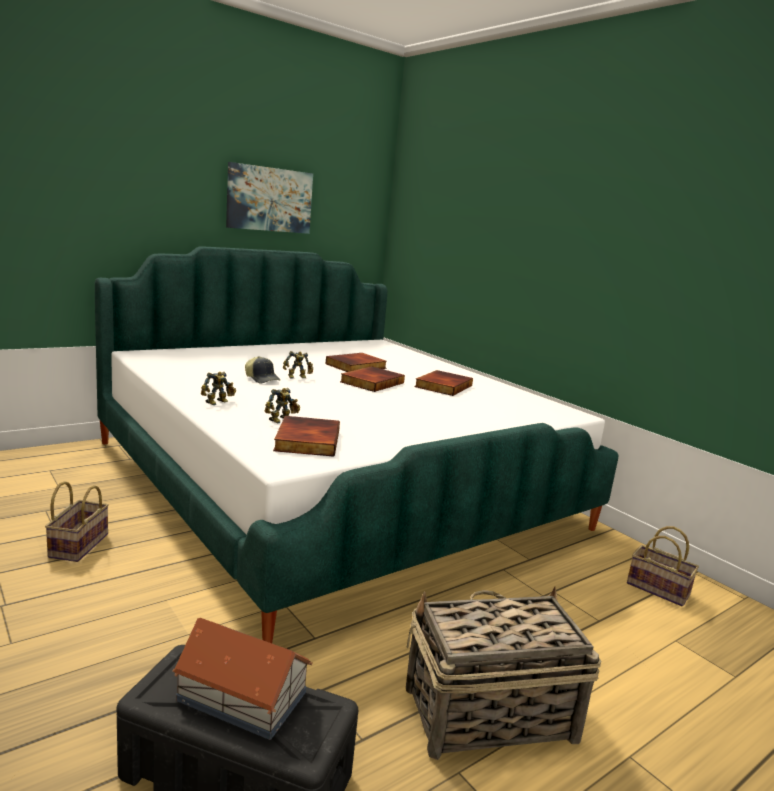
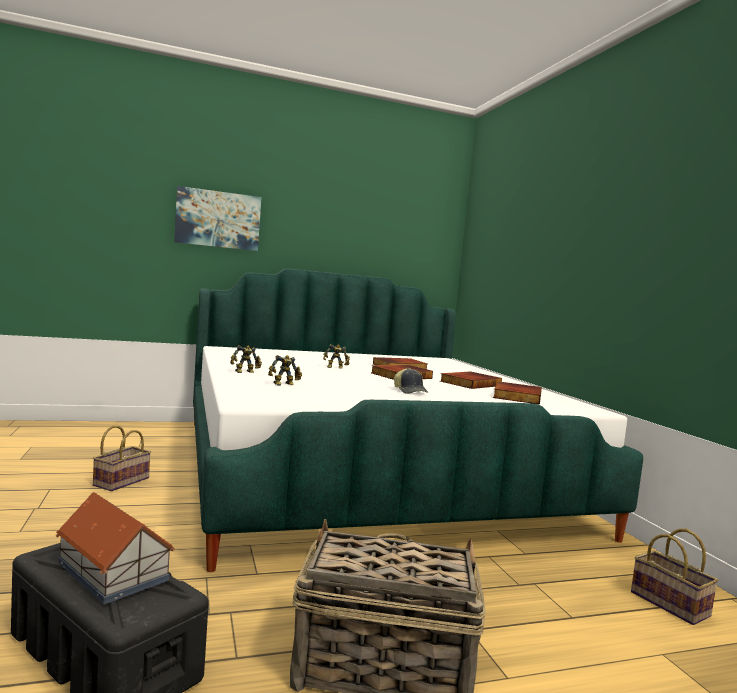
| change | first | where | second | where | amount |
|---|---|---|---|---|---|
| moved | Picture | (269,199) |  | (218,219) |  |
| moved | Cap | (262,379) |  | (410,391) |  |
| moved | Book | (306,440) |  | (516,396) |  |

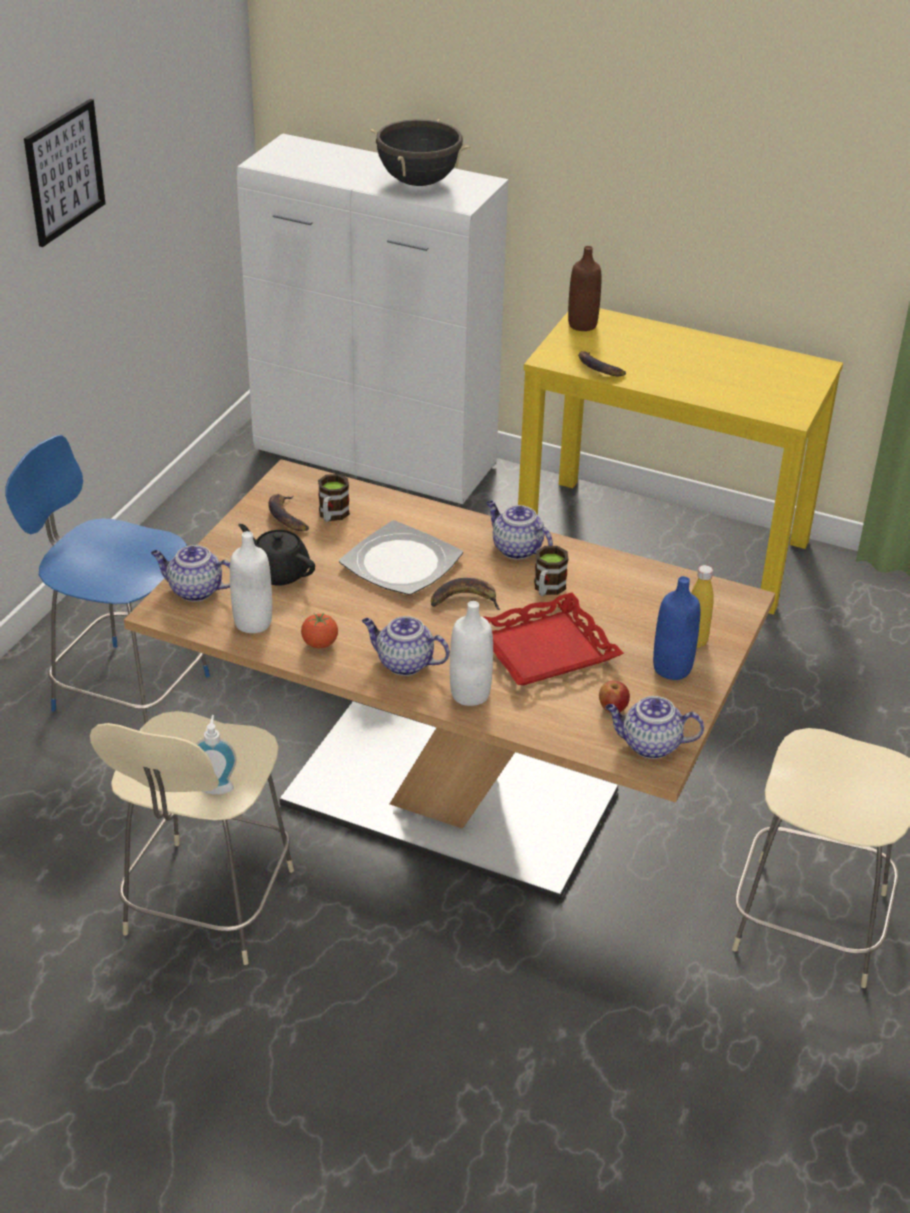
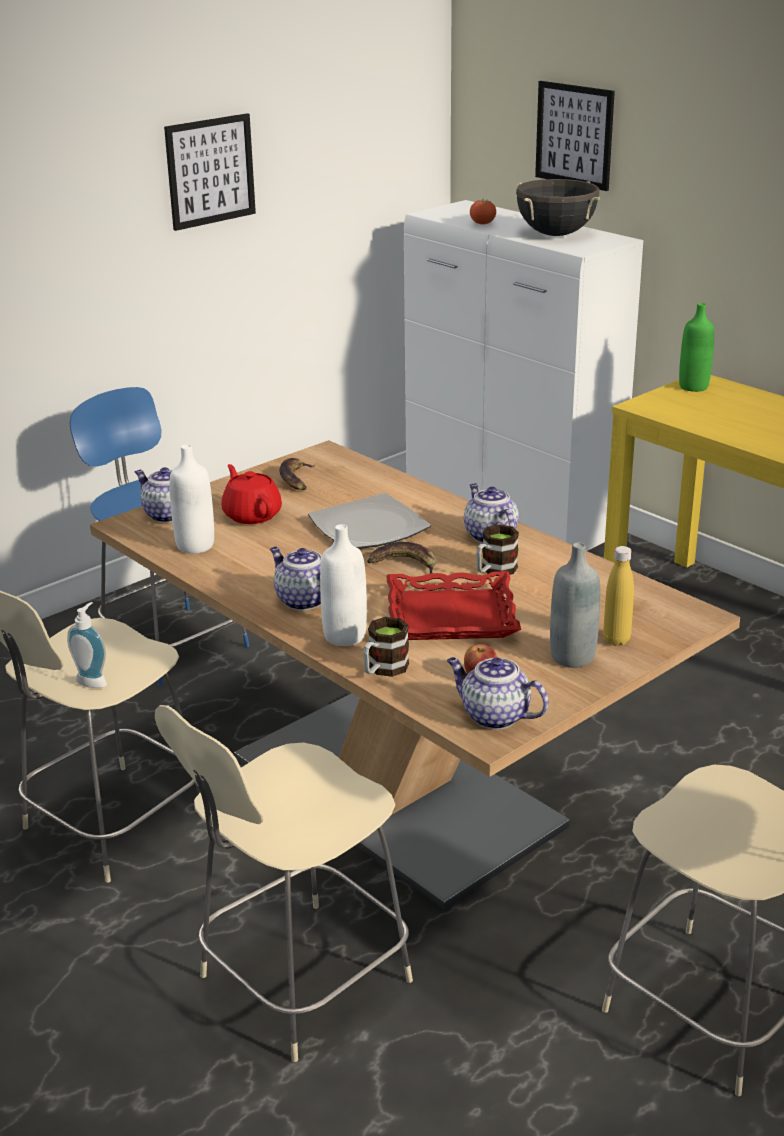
| change | first | where | second | where | amount |
|---|---|---|---|---|---|
| recoloured | BlackTeapot | (278,572) | RedTeapot | (252,515) |  |
| moved | Tomato | (320,644) |  | (482,224) |  |
| moved | Mug | (332,516) |  | (383,669) |  |
| recoloured | BrownBottle | (582,325) | GreenBottle | (693,387) |  |
| removed | Banana | (598,368) |  |  |  |
| recoloured | BlueBottle | (672,668) | GreyBottle | (572,657) |  |
| added |  |  | BeigeStool | (299,982) |  |
| added |  |  | Picture | (574,135) |  |

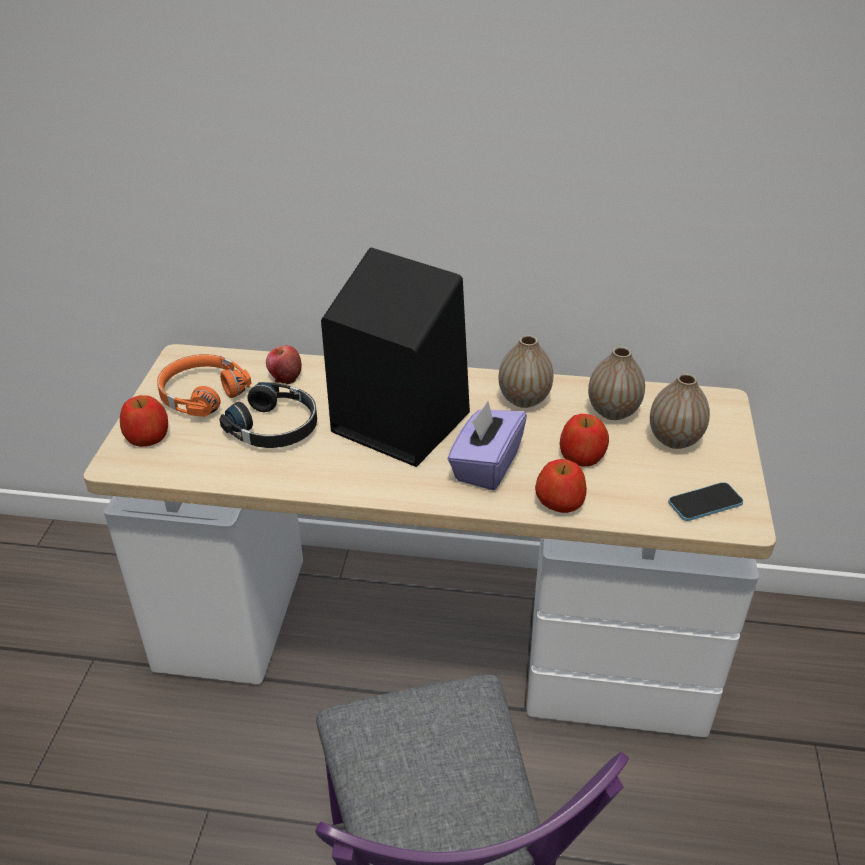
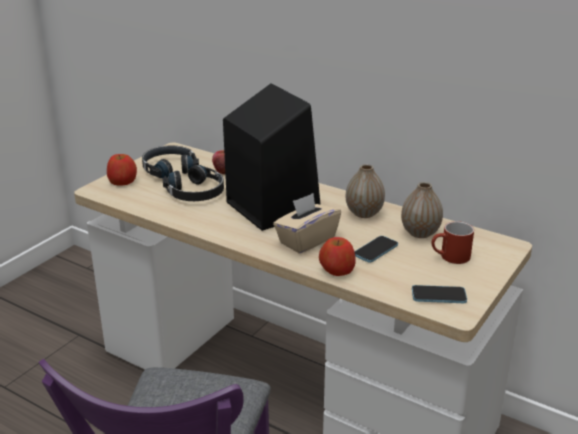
| change | first | where | second | where | amount |
|---|---|---|---|---|---|
| recoloured | OrangeHeadphones | (201,394) | BlackHeadphones | (169,168) |  |
| recoloured | PurpleTissueBox | (486,465) | BeigeTissueBox | (306,240) |  |
| replaced | Apple | (582,455) | Phone | (375,250) |  |
| replaced | Vase | (674,439) | RedMug | (450,257) |  |

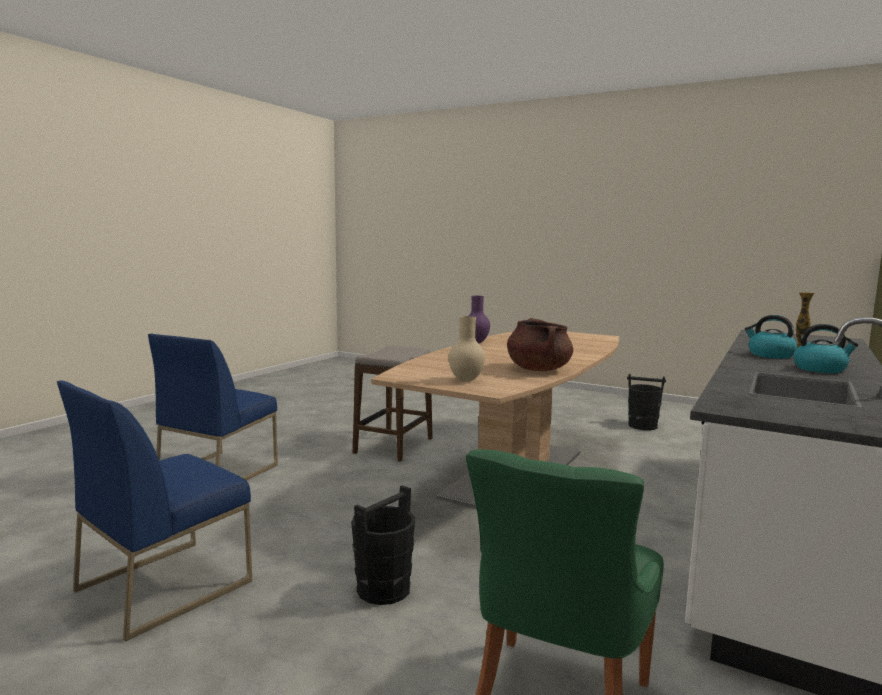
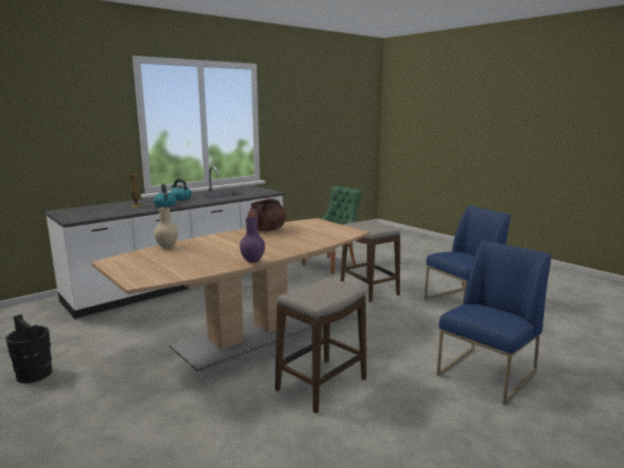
| change | first | where | second | where | amount |
|---|---|---|---|---|---|
| replaced | BlackBucket | (383,589) | Stool | (369,290) |  |
| moved | BeigeVase | (465,380) |  | (168,247) |  |

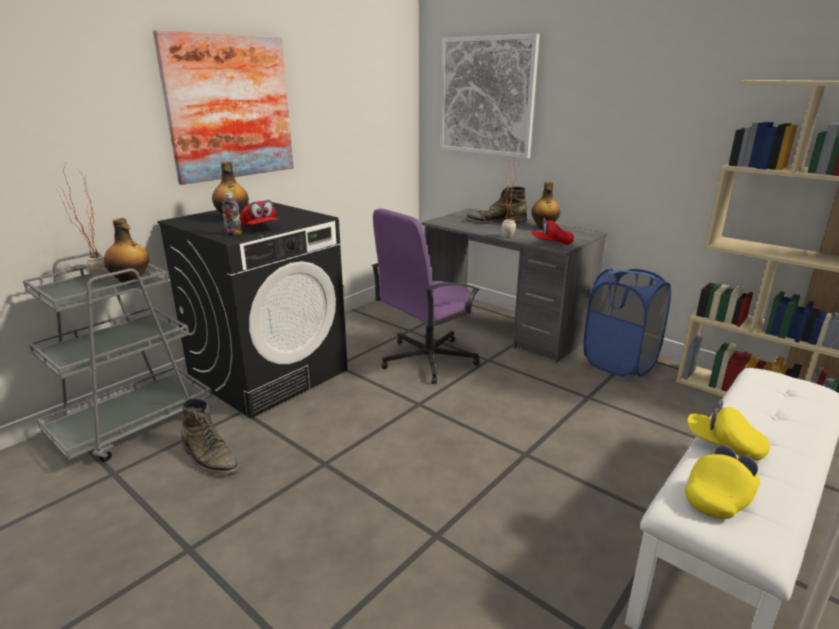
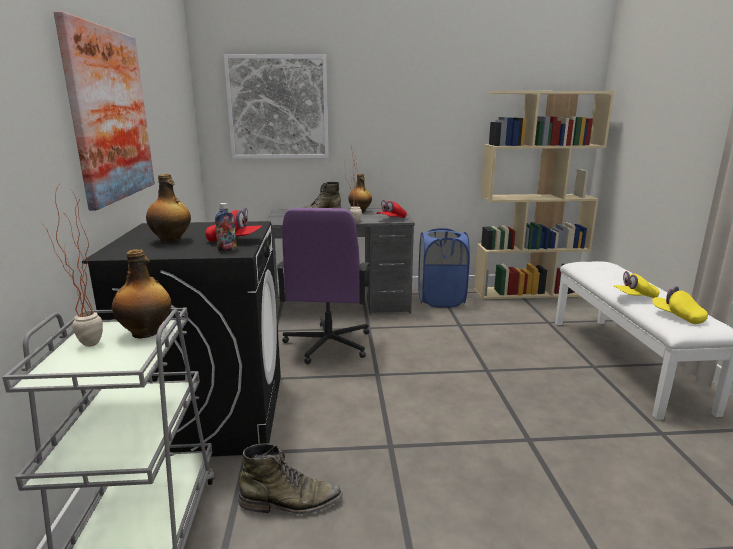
| change | first | where | second | where | amount |
|---|---|---|---|---|---|
| turned | YellowCap | (719,497) |  | (677,316) | 45 degrees counterclockwise |

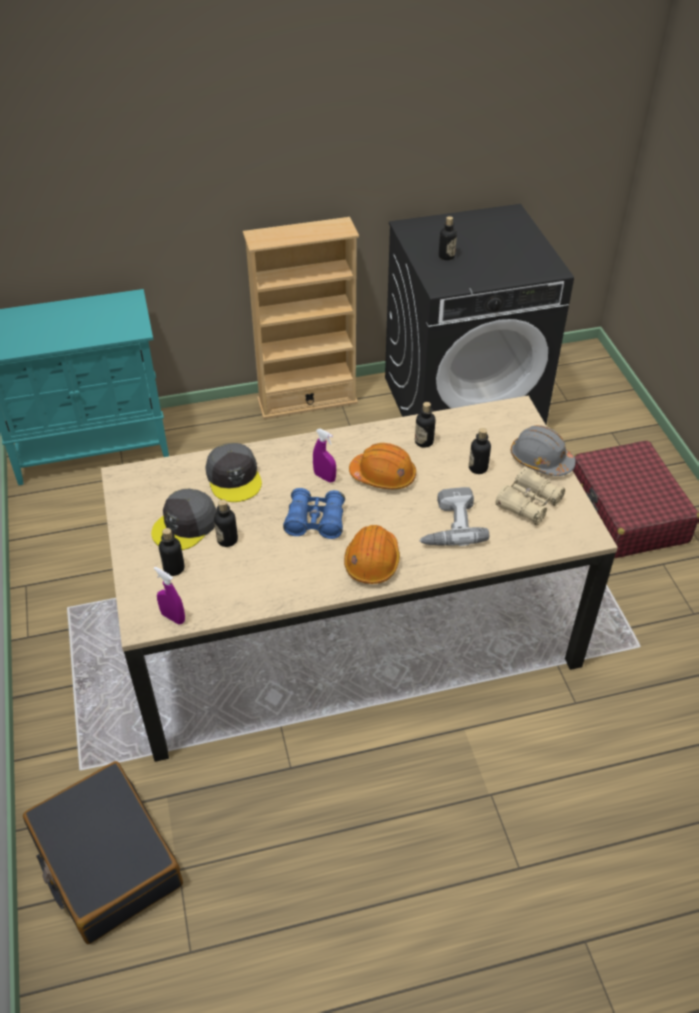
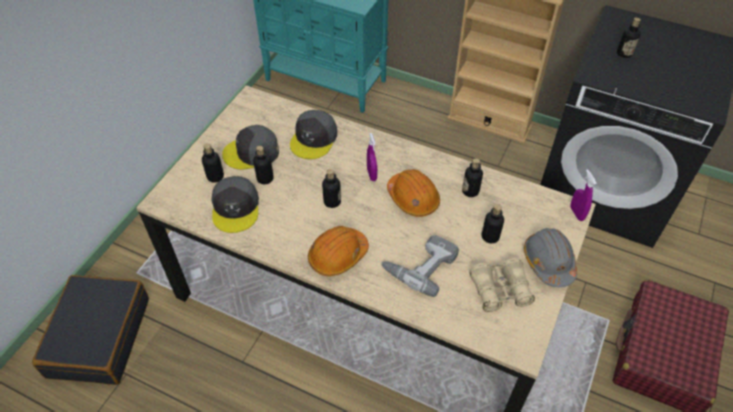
| change | first | where | second | where | amount |
|---|---|---|---|---|---|
| moved | PurpleSprayBottle | (173,617) |  | (576,213) |  |
| replaced | BlueBinoculars | (315,521) | Bottle | (332,201) |  |
| added |  |  | GreyCap | (236,208) |  |

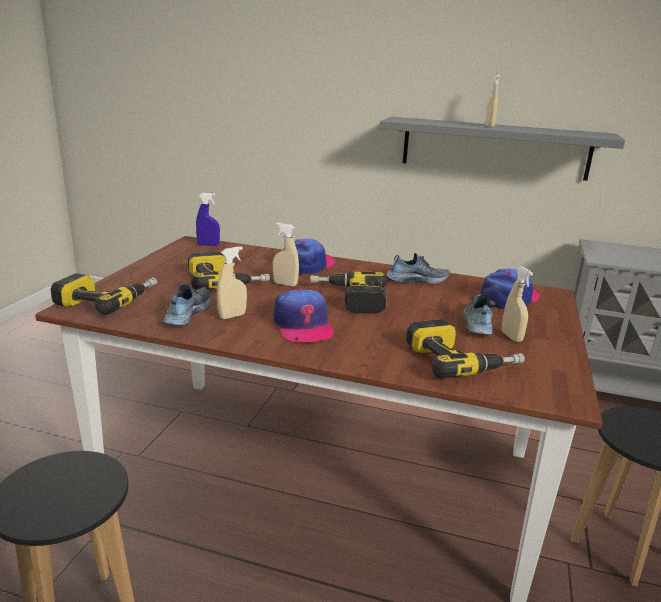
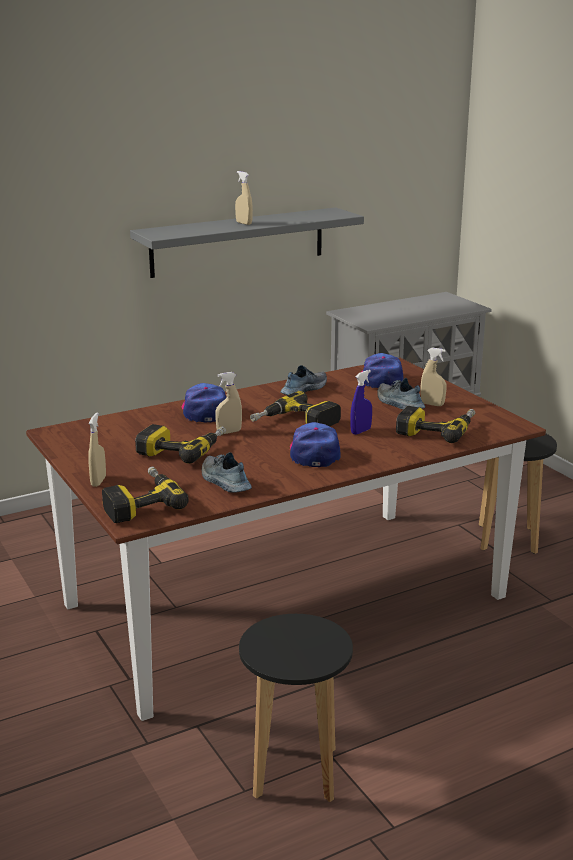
| change | first | where | second | where | amount |
|---|---|---|---|---|---|
| moved | BlueSprayBottle | (208,245) |  | (360,431) |  |
| moved | BeigeSprayBottle | (232,316) |  | (98,481) |  |
| turned | Cap | (303,326) |  | (314,453) | 120 degrees counterclockwise |

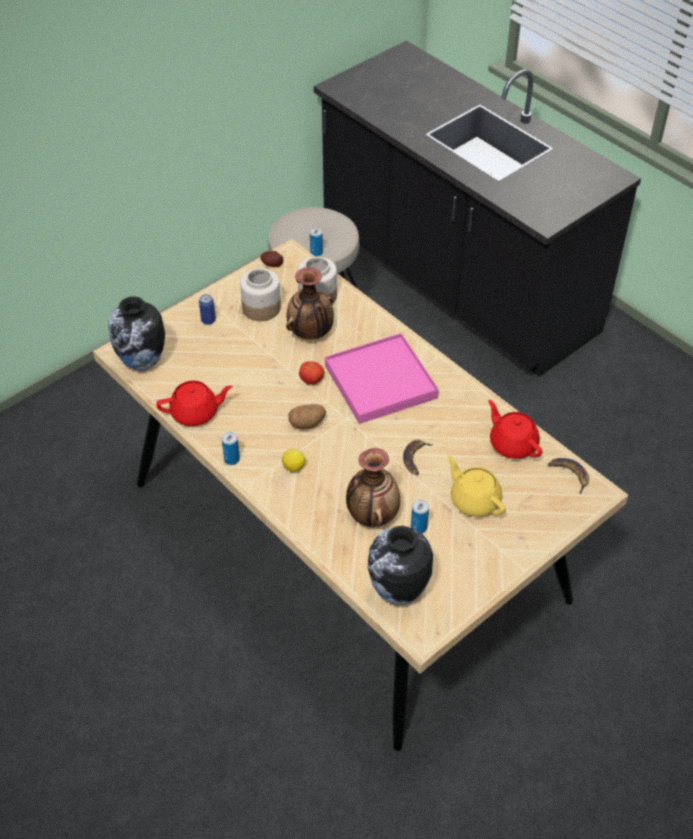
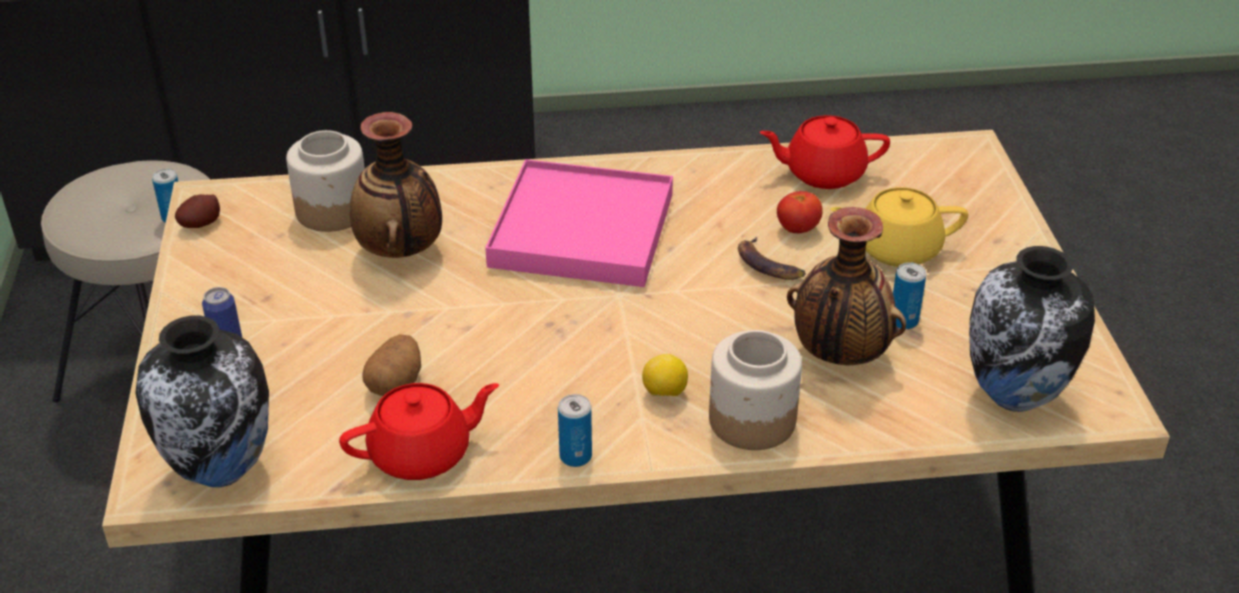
| change | first | where | second | where | amount |
|---|---|---|---|---|---|
| turned | RedTeapot | (196,413) |  | (422,454) | 45 degrees clockwise |
| moved | Jar | (261,308) |  | (751,421) |  |
| moved | Potato | (307,423) |  | (395,383) |  |
| moved | Tomato | (311,381) |  | (797,229) |  |
| removed | Banana | (569,474) |  |  |  |

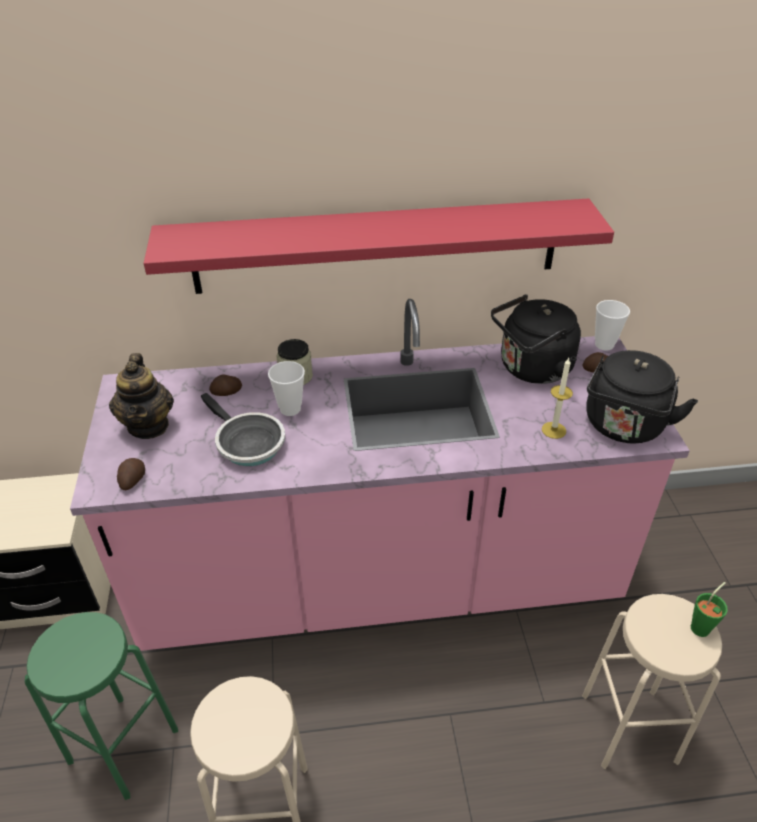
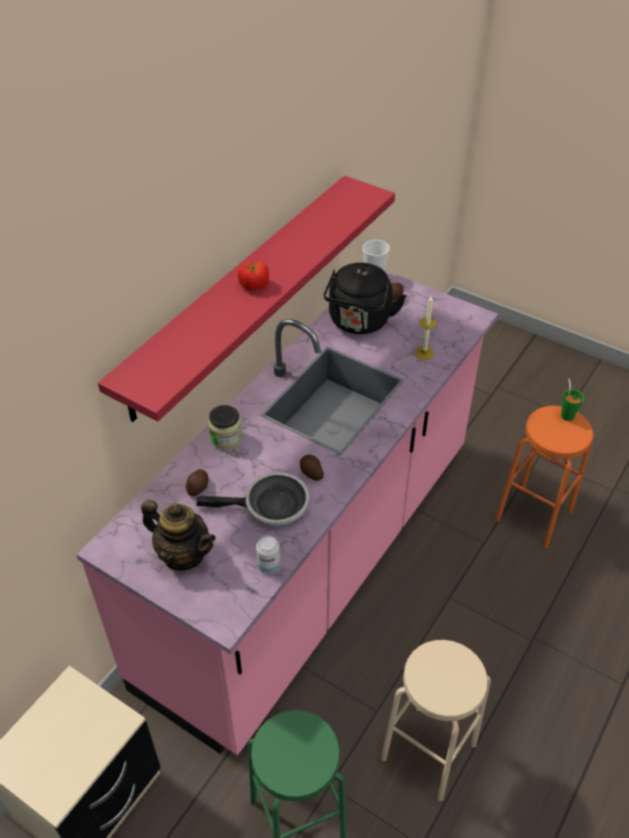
| change | first | where | second | where | amount |
|---|---|---|---|---|---|
| moved | Potato | (132,480) |  | (311,473) |  |
| removed | Cup | (290,409) |  |  |  |
| recoloured | BeigeStool | (629,727) | OrangeStool | (534,515) |  |
| removed | BlackKettle | (623,427) |  |  |  |
| added |  |  | Tomato | (254,285) |  |
| added |  |  | Can | (268,565) |  |

